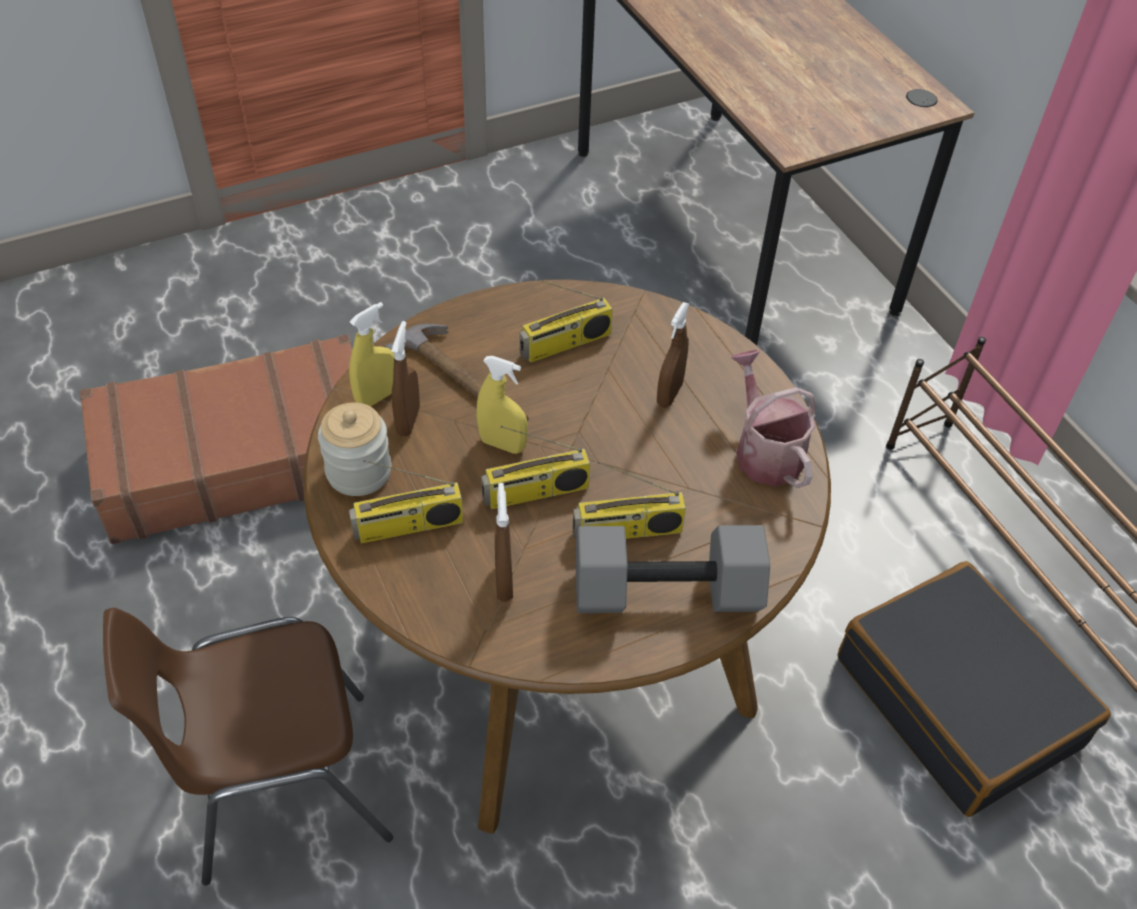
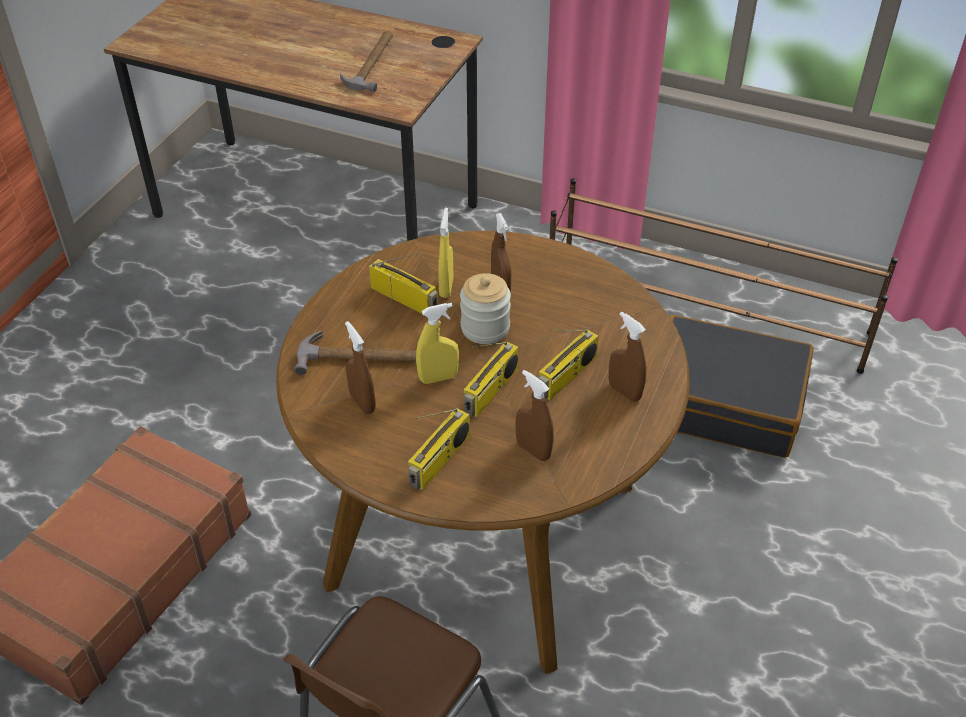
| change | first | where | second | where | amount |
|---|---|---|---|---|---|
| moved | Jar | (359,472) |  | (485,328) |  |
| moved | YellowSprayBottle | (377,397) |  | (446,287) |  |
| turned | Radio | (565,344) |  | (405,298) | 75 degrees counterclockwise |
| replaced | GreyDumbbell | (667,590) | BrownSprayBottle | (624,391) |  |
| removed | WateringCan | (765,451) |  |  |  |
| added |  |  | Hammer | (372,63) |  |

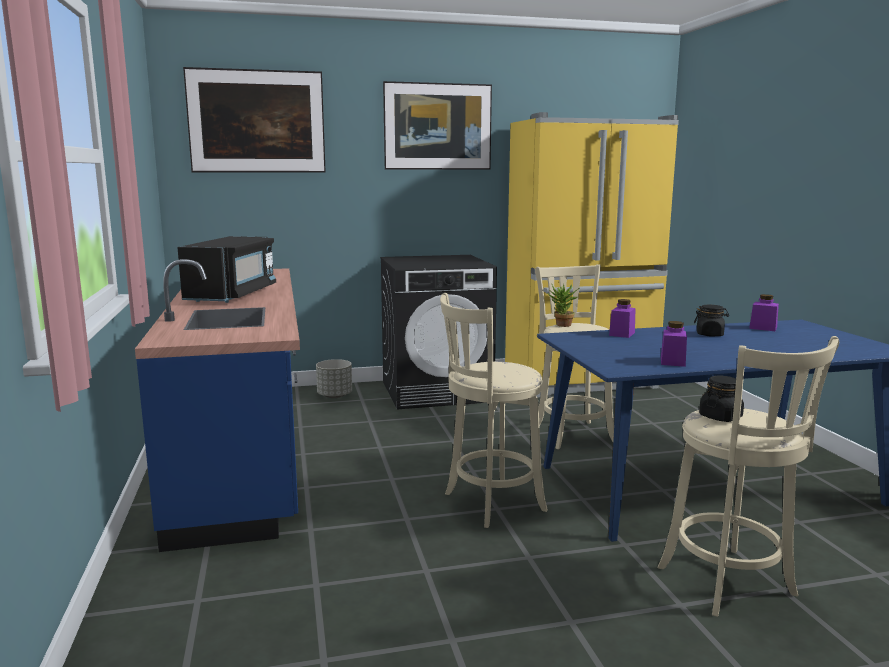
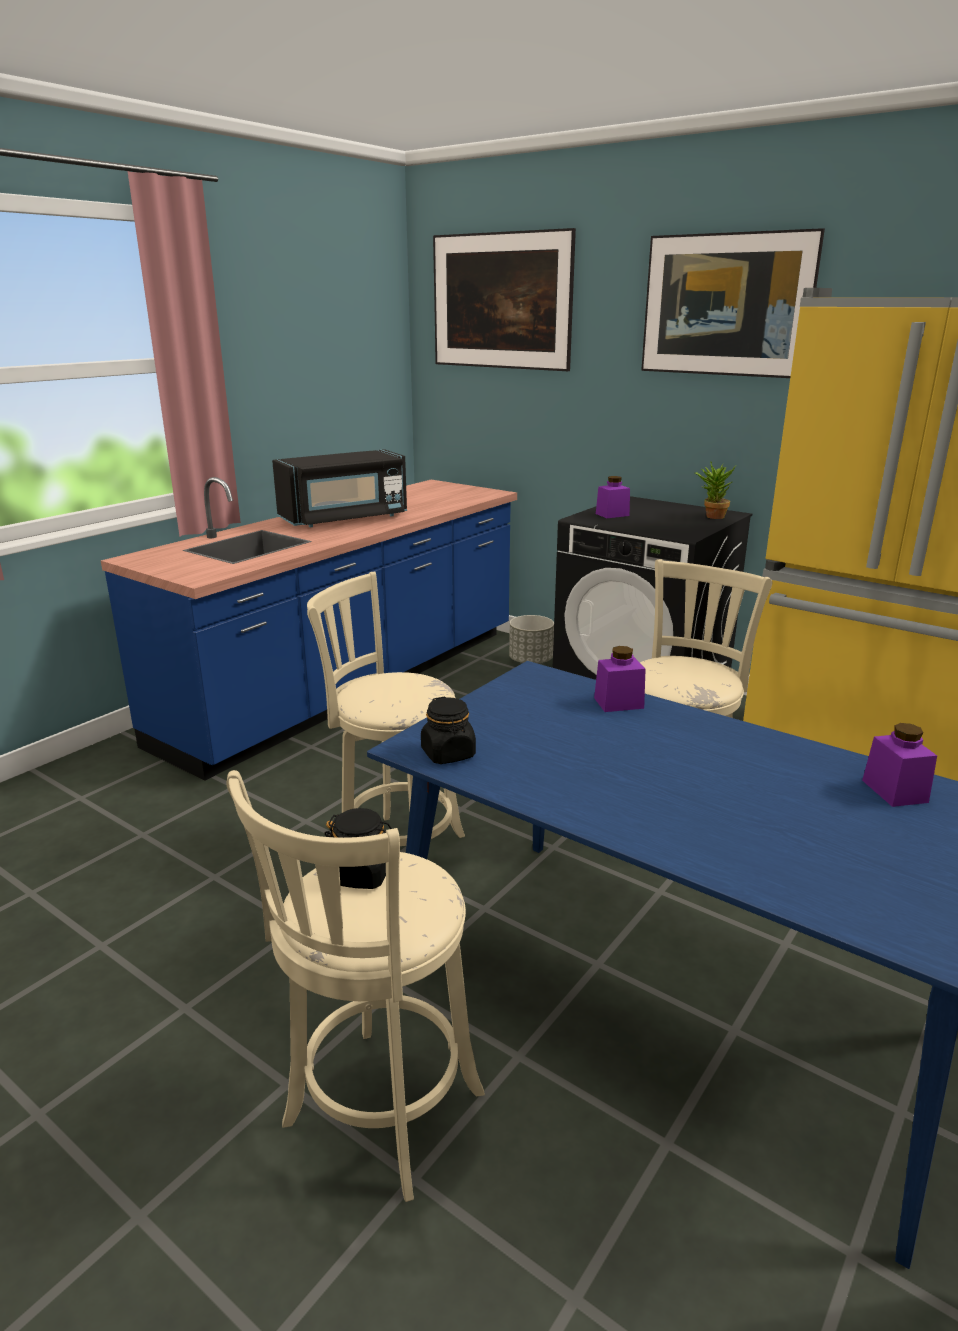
| change | first | where | second | where | amount |
|---|---|---|---|---|---|
| moved | PottedPlant | (562,325) |  | (711,517) |  |
| moved | PurpleJar | (672,362) |  | (612,514) |  |
| moved | BlackJar | (710,334) |  | (448,754) |  |

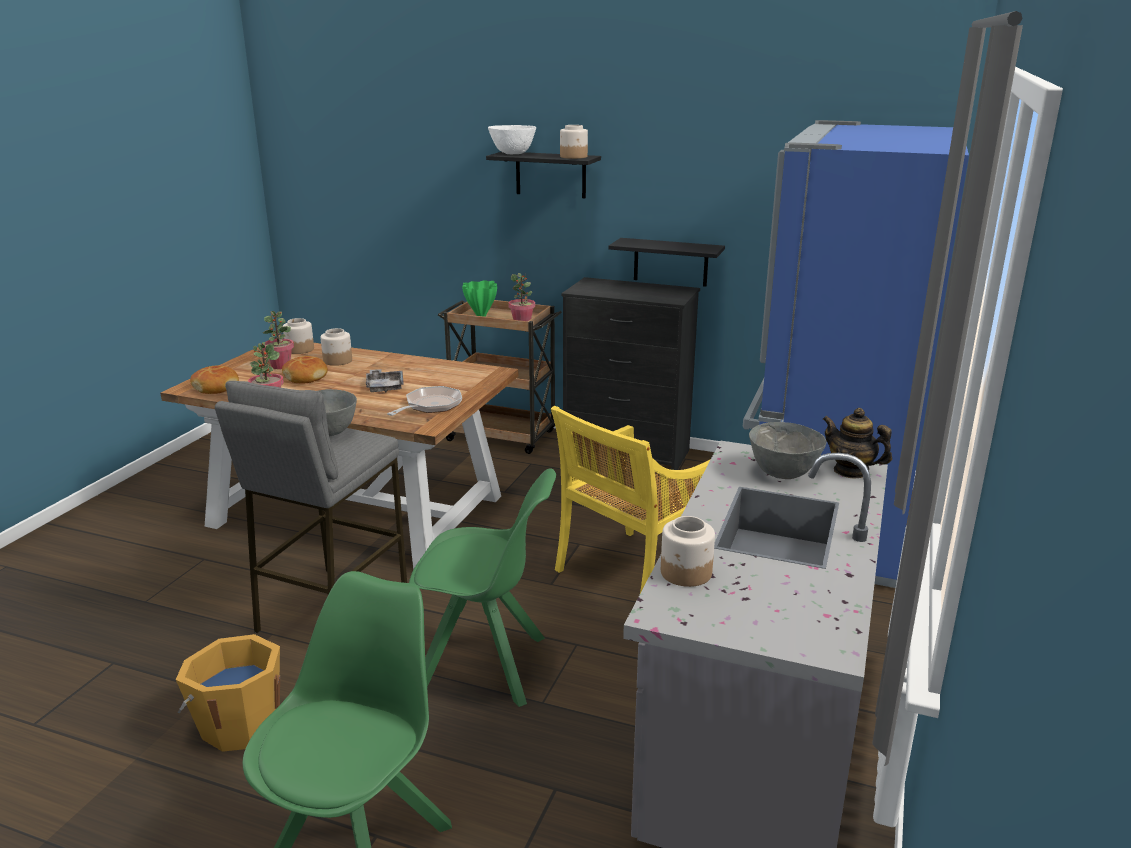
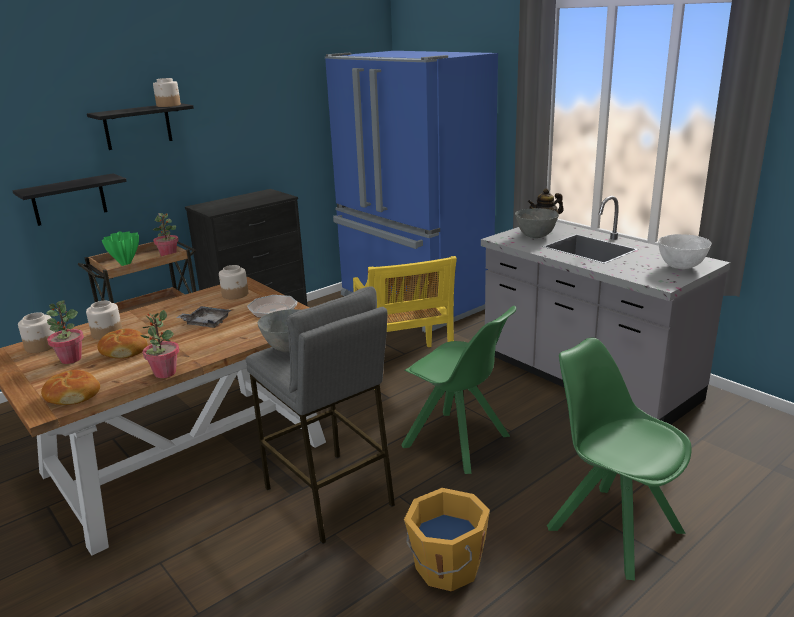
| change | first | where | second | where | amount |
|---|---|---|---|---|---|
| turned | GreenChair | (485,666) |  | (458,442) | 90 degrees clockwise |
| moved | WhiteBowl | (513,154) |  | (680,267) |  |
| moved | BlackShelf | (670,262) |  | (69,200) |  |
| moved | Jar | (686,573) |  | (235,294) |  |

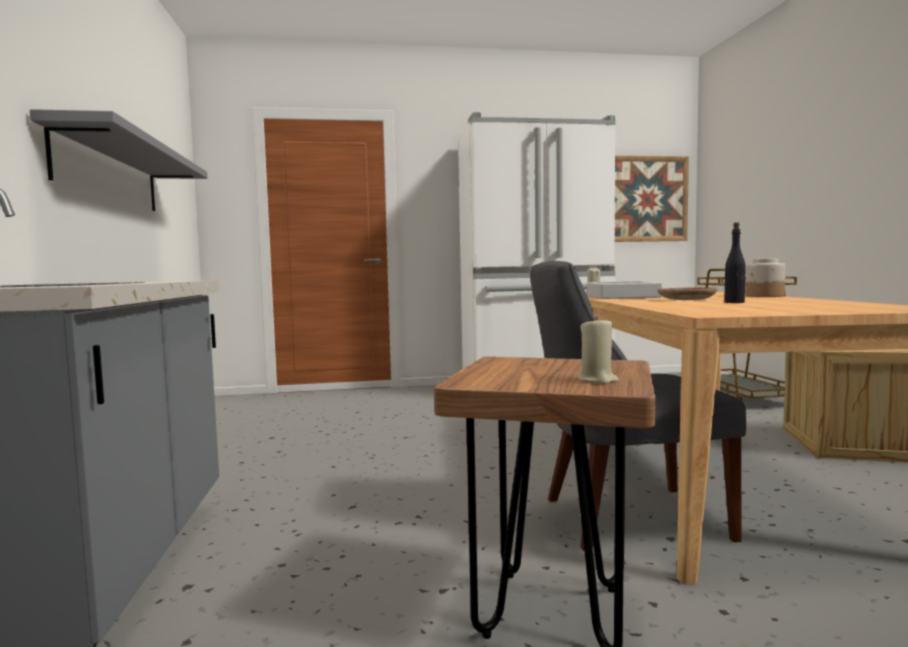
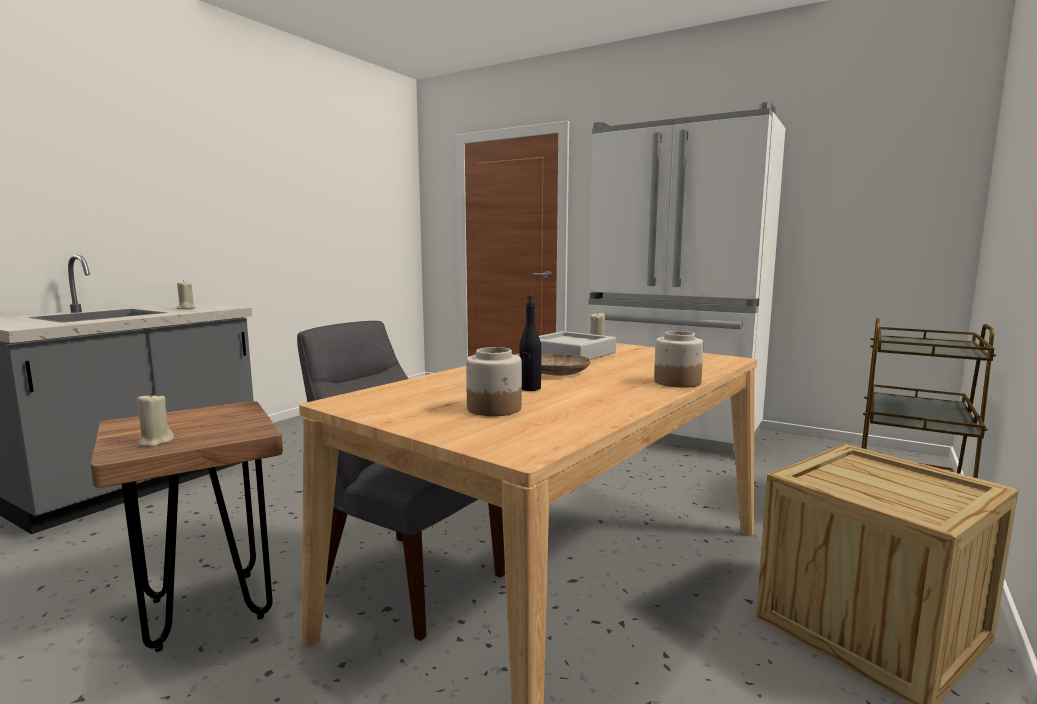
| change | first | where | second | where | amount |
|---|---|---|---|---|---|
| removed | GreyShelf | (109,173) |  |  |  |
| removed | Picture | (647,199) |  |  |  |
| added |  |  | BeigeCandle | (186,308) |  |
| added |  |  | Jar | (495,409) |  |

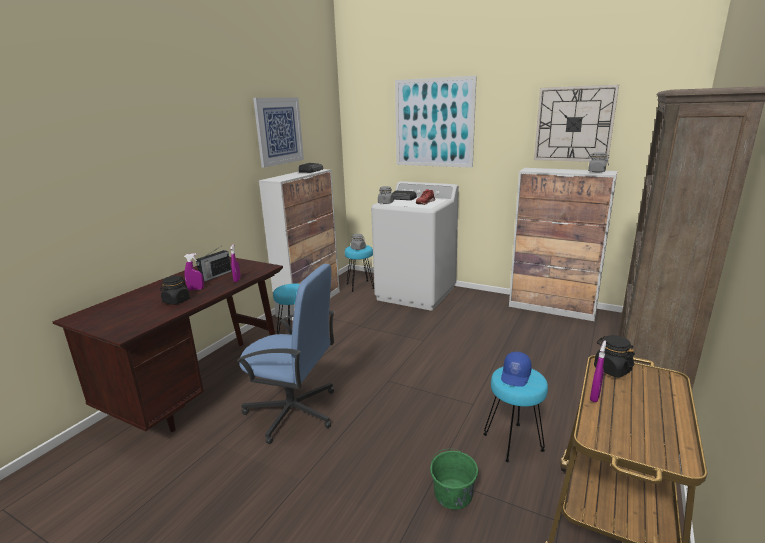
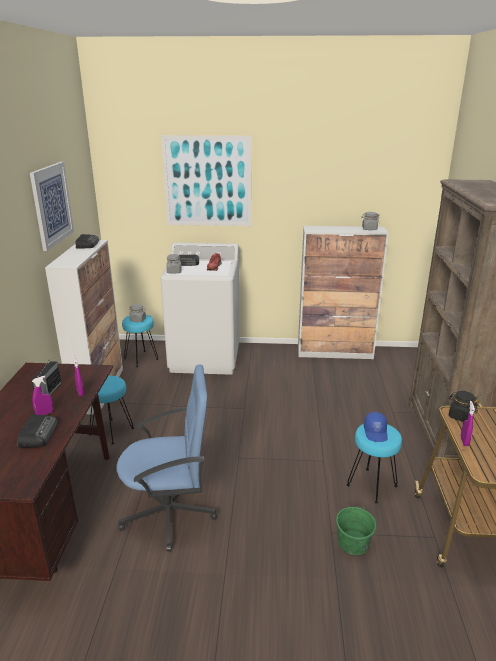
| change | first | where | second | where | amount |
|---|---|---|---|---|---|
| replaced | BlackJar | (176,301) | Radio | (38,433) |  |
| removed | WallClock | (574,124) |  |  |  |

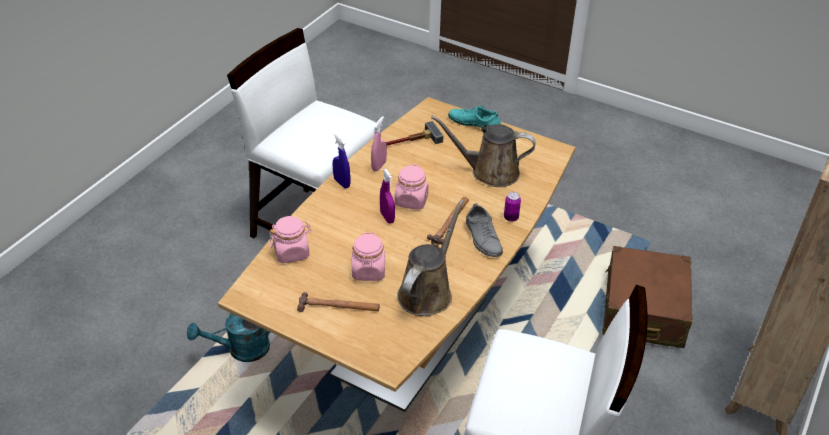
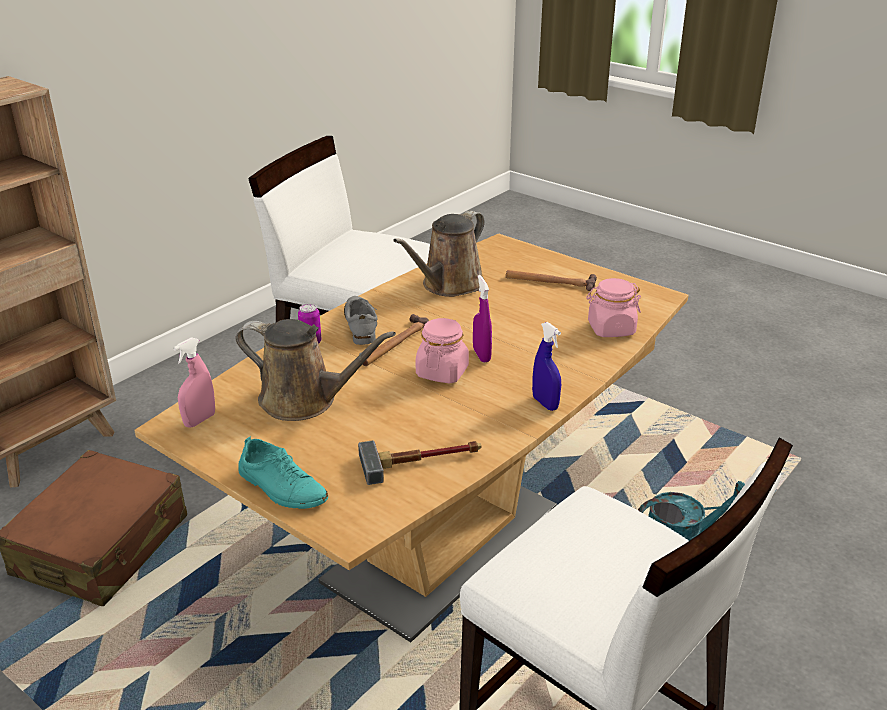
| change | first | where | second | where | amount |
|---|---|---|---|---|---|
| removed | PinkJar | (368,271) |  |  |  |
| moved | PinkSprayBottle | (379,166) |  | (200,420) |  |

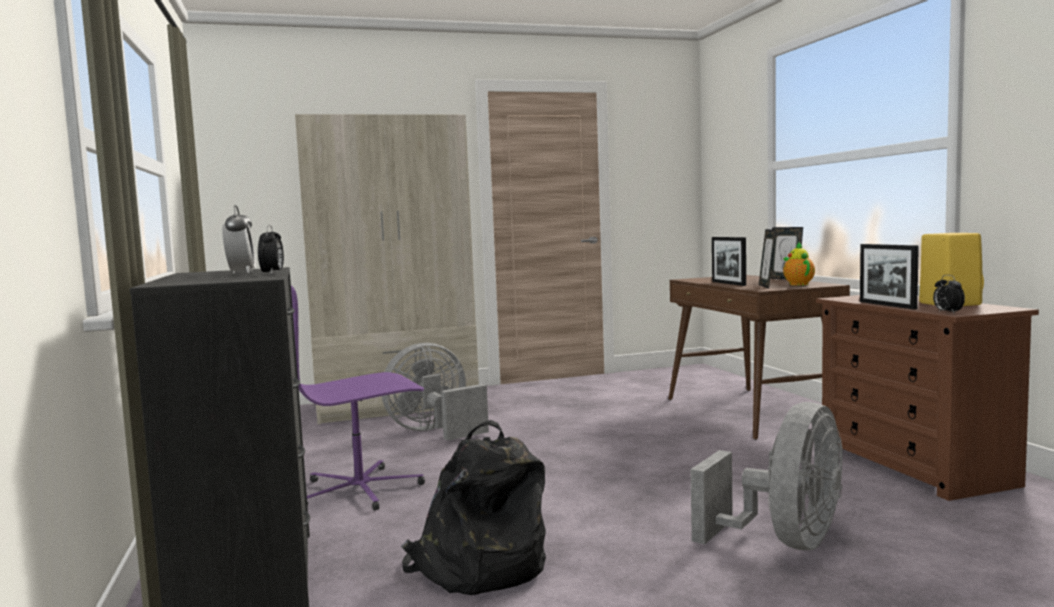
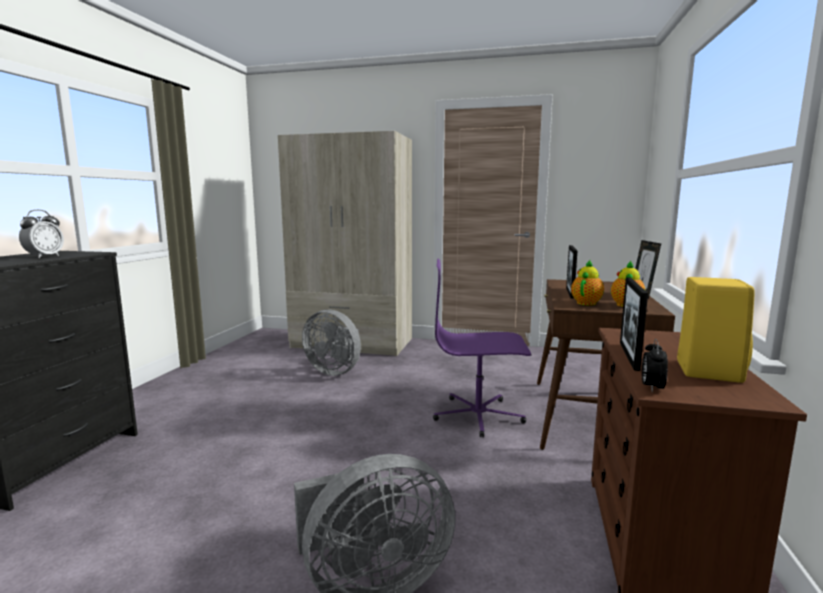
| change | first | where | second | where | amount |
|---|---|---|---|---|---|
| removed | AlarmClock | (272,273) |  |  |  |
| moved | PurpleOfficeChair | (360,490) |  | (478,415) |  |
| turned | GreyFan | (434,431) |  | (335,371) | 150 degrees counterclockwise |
| removed | BlackBackpack | (479,567) |  |  |  |
| replaced | PictureFrame | (767,286) | Teapot | (587,303) |  |

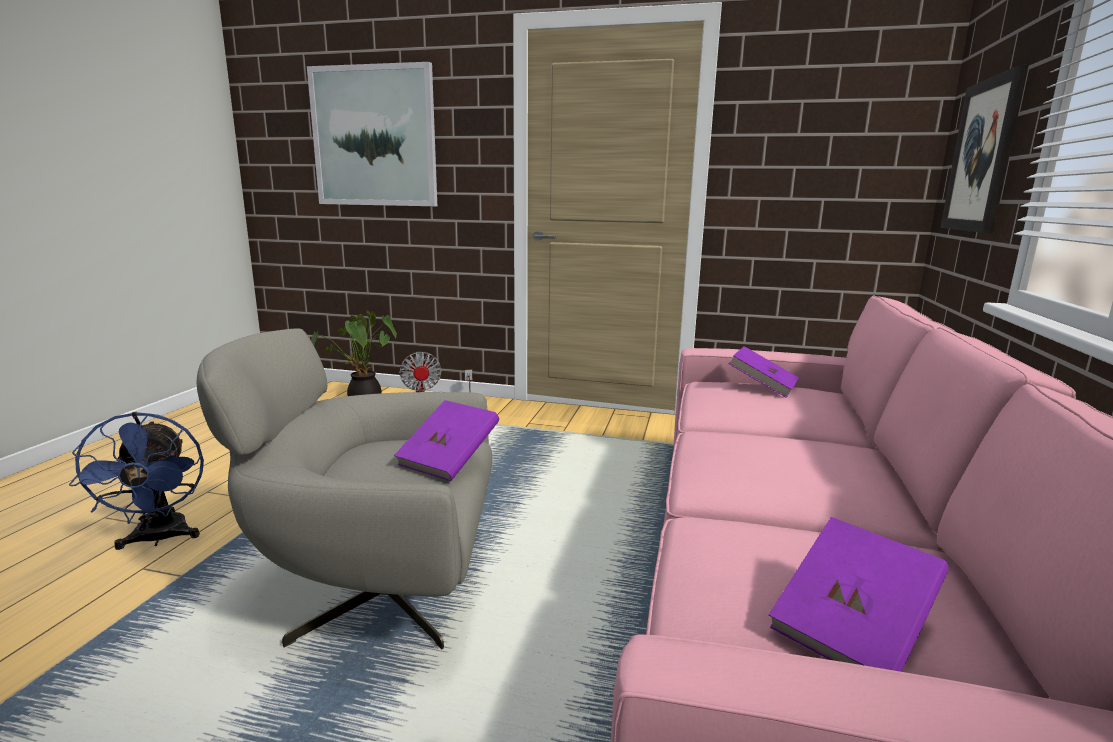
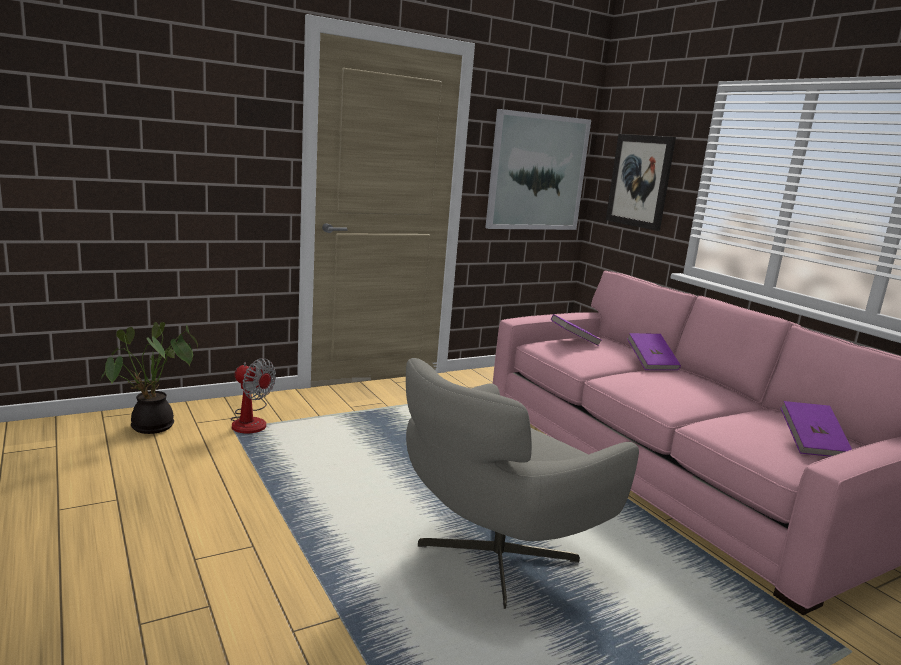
| change | first | where | second | where | amount |
|---|---|---|---|---|---|
| removed | BlueFan | (159,539) |  |  |  |
| moved | Picture | (374,137) |  | (537,172) |  |
| moved | PurpleBook | (449,460) |  | (651,363) |  |

